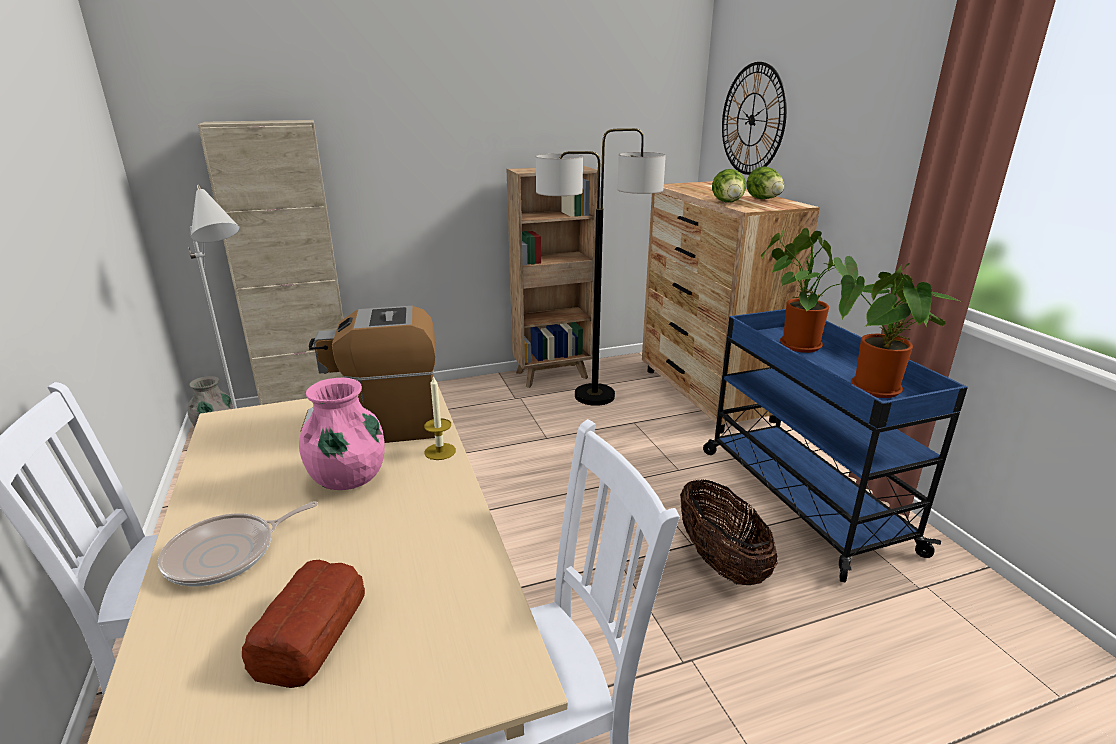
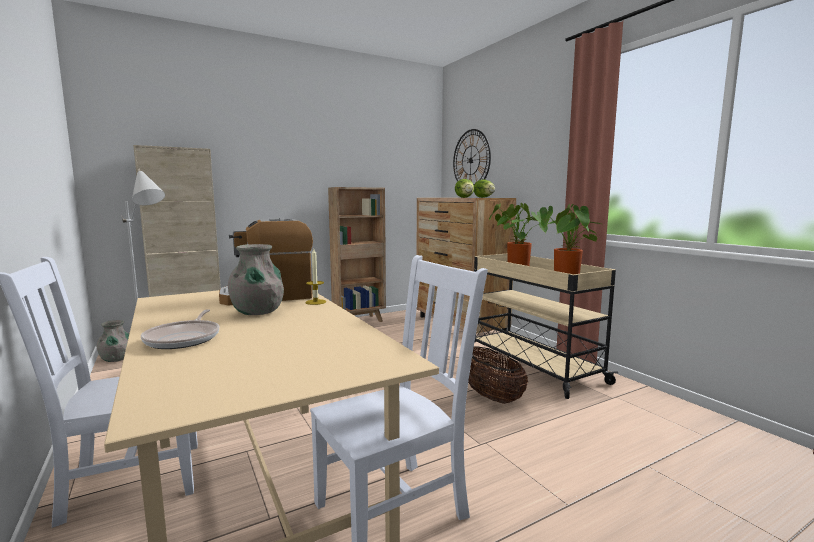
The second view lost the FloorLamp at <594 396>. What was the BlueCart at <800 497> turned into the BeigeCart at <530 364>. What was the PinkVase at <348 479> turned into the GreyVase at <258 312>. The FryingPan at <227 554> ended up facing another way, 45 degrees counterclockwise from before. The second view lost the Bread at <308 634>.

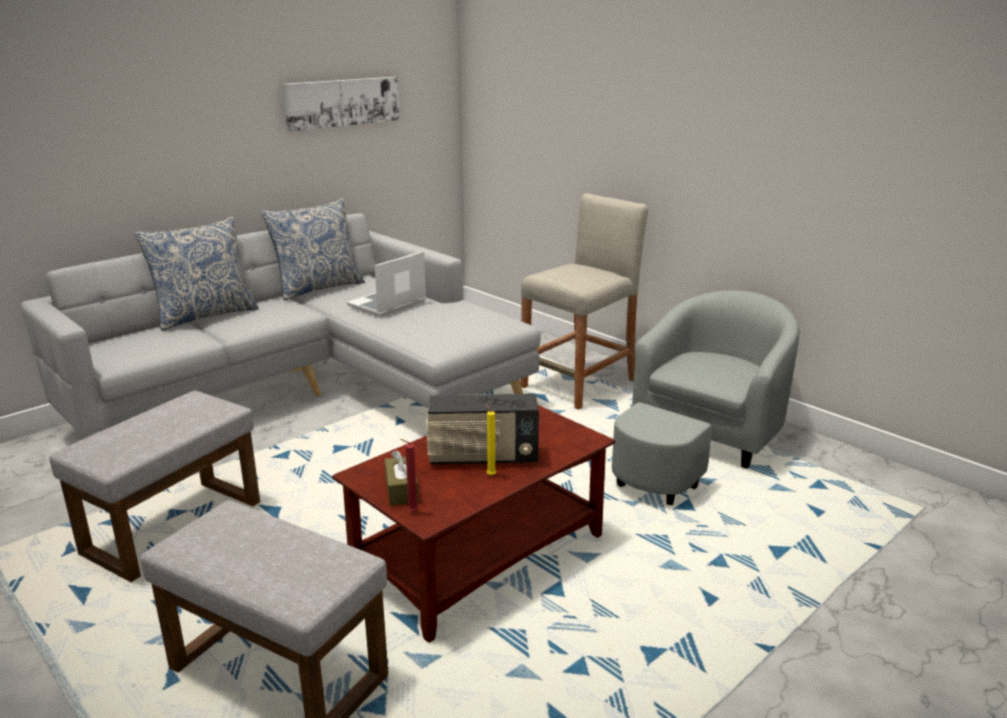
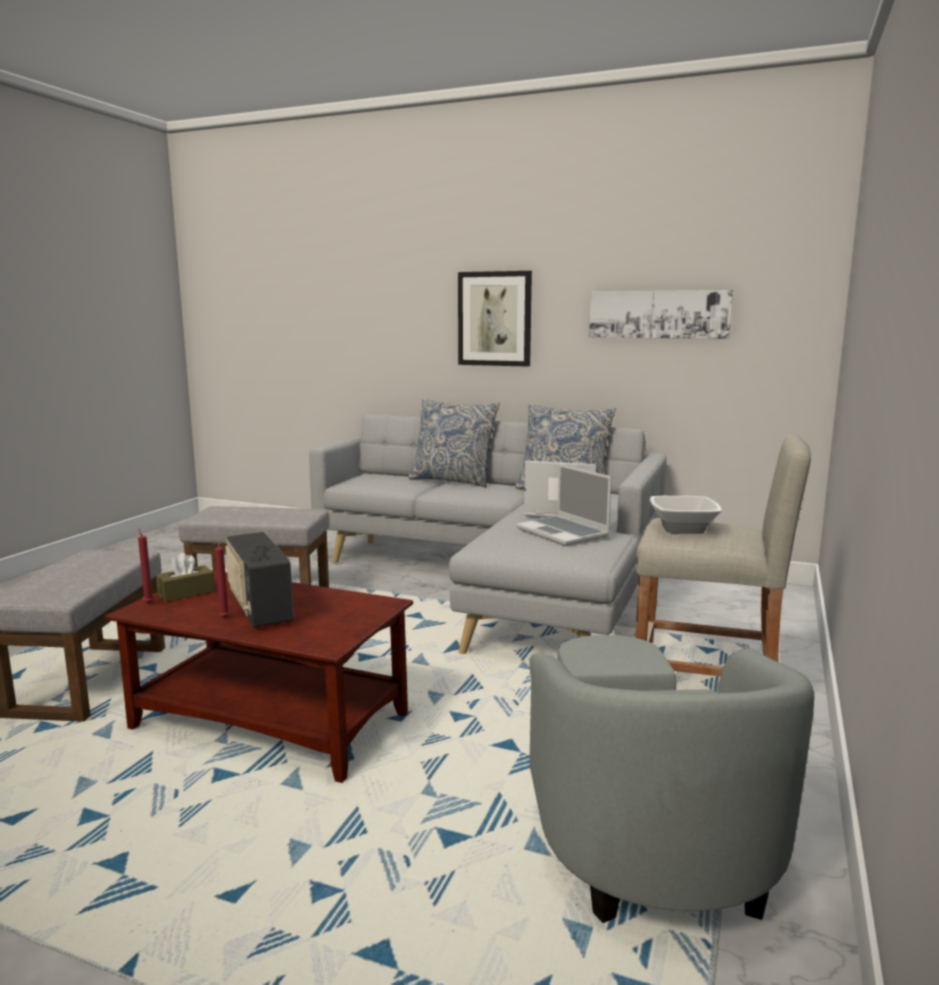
The GreyArmchair at <700 446> ended up facing another way, 75 degrees clockwise from before. What was the YellowCandle at <490 475> turned into the RedCandle at <225 617>. The second view gained the Picture at <495 319>. The second view gained the Laptop at <564 533>. The second view gained the Bowl at <682 528>.

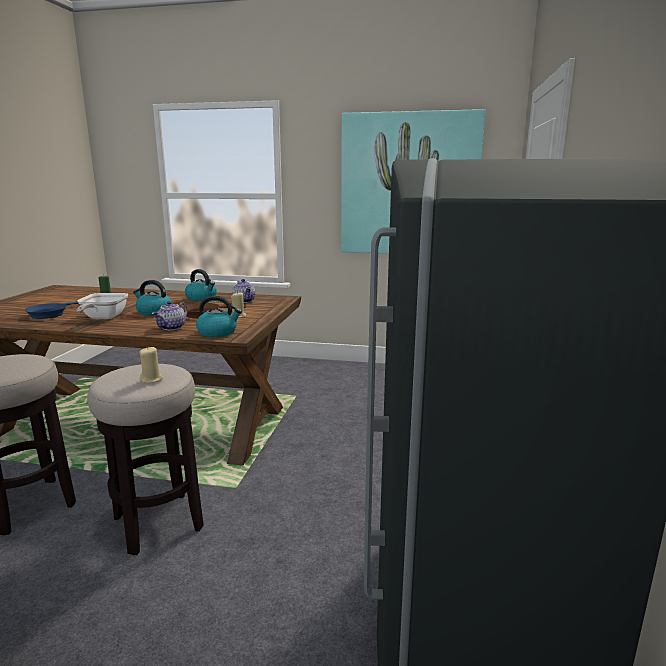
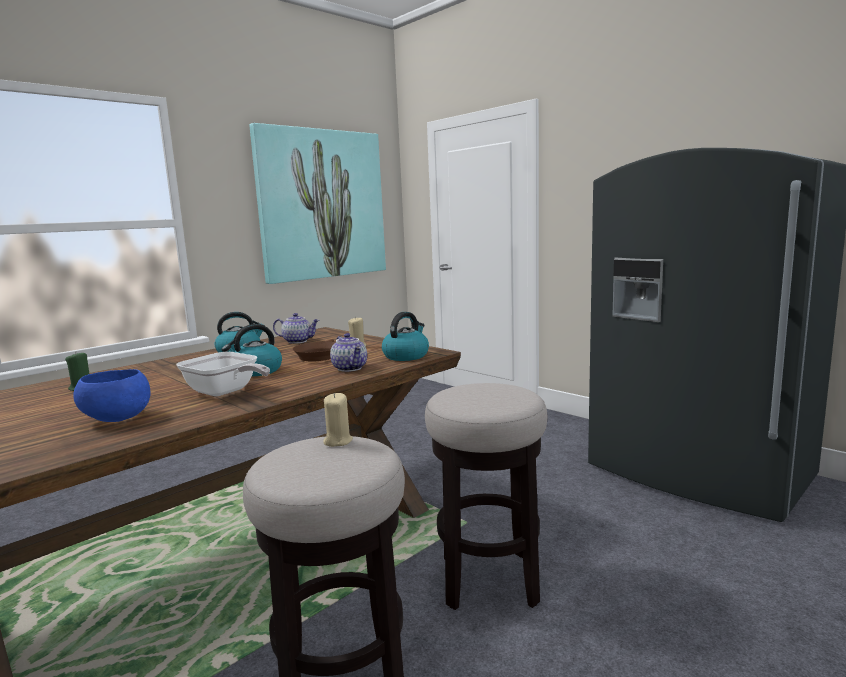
Where the BlueFryingPan stood at <49 314>, the BlueBowl came to stand at <116 419>. The BeigeCandle ended up elsewhere, having gone from <151 379> to <338 441>.

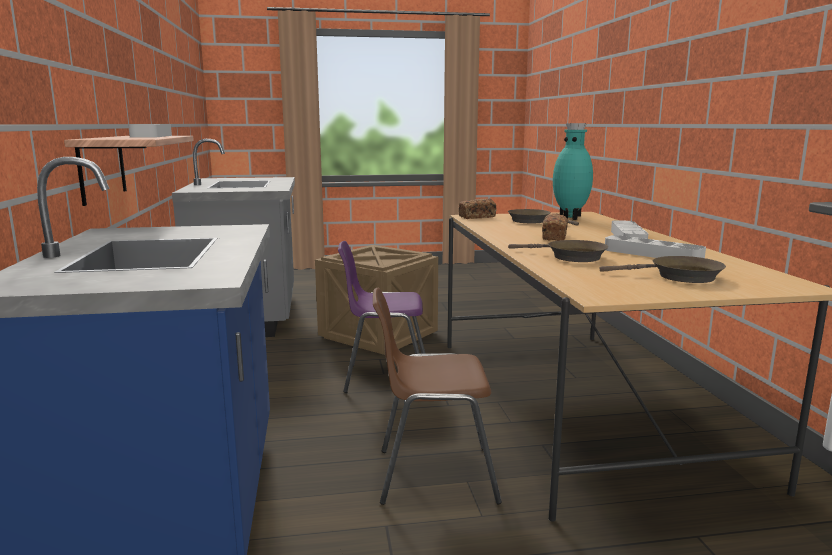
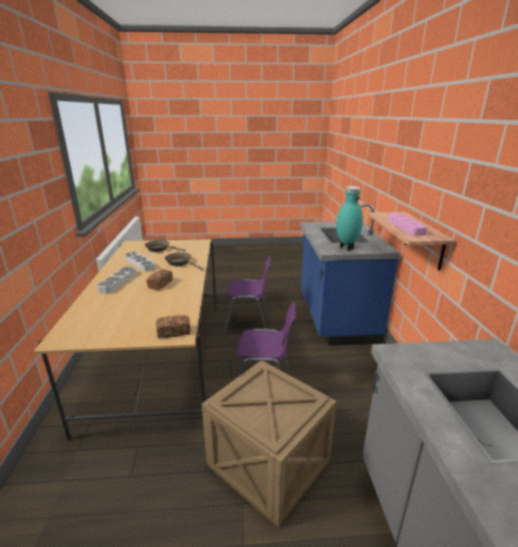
The TurquoiseVase ended up elsewhere, having gone from <571 218> to <346 247>. What was the GreyTray at <152 136> turned into the PinkTray at <405 227>. The second view lost the BrownFryingPan at <532 221>. What was the BrownChair at <433 474> turned into the PurpleChair at <248 324>.

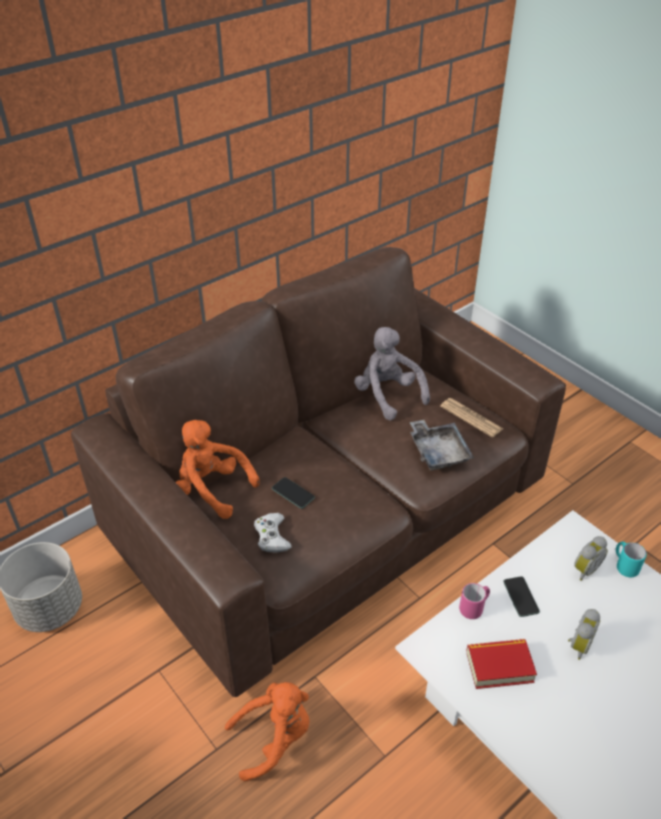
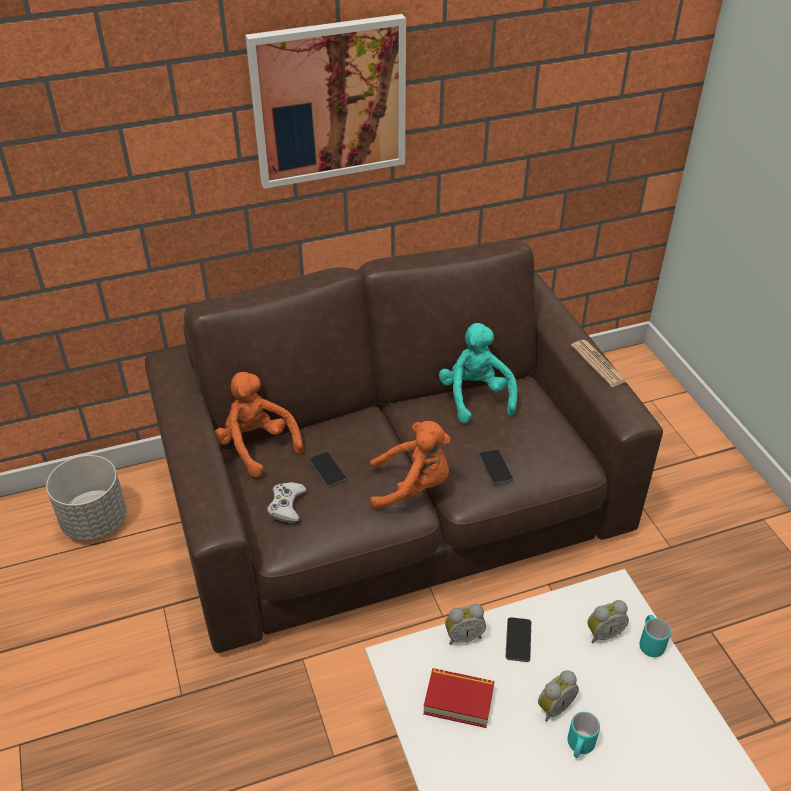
What was the GreyPlushToy at <388 395> turned into the TurquoisePlushToy at <475 397>. The Newspaper ended up elsewhere, having gone from <471 418> to <598 364>. Where the GreyTray stood at <438 451>, the Phone came to stand at <495 467>. Where the PinkMug stood at <474 608>, the AlarmClock came to stand at <463 636>. The OrangePlushToy ended up elsewhere, having gone from <274 738> to <413 487>. The second view gained the Picture at <329 101>. The second view gained the TurquoiseMug at <579 747>.

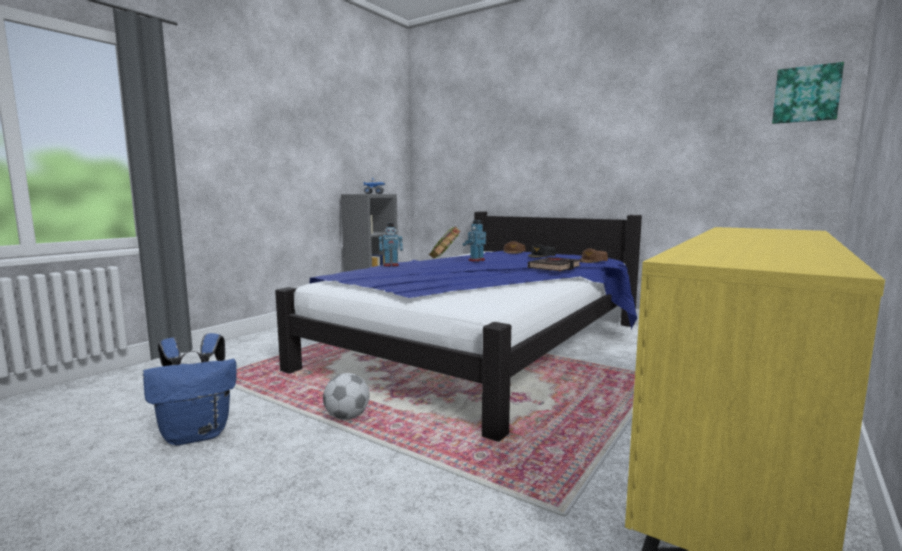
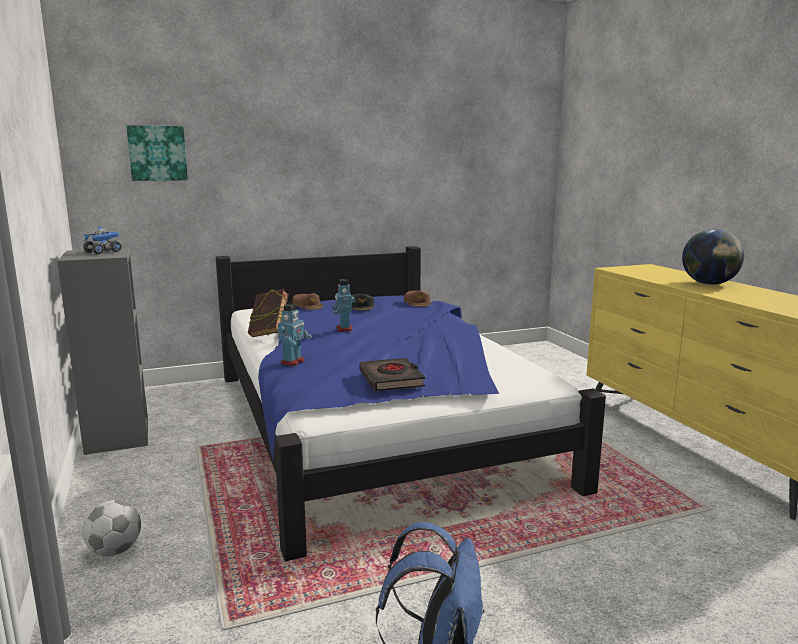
The Picture ended up elsewhere, having gone from <806 94> to <157 153>. The BlackBook ended up elsewhere, having gone from <554 268> to <391 379>. The Football ended up elsewhere, having gone from <346 417> to <114 551>. The second view gained the Globe at <709 284>.

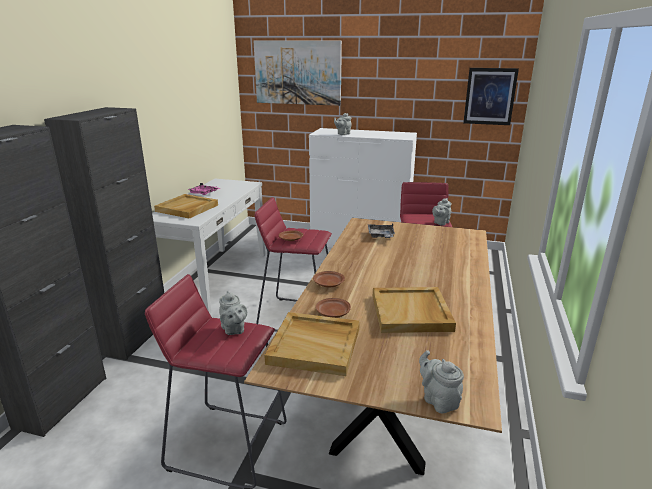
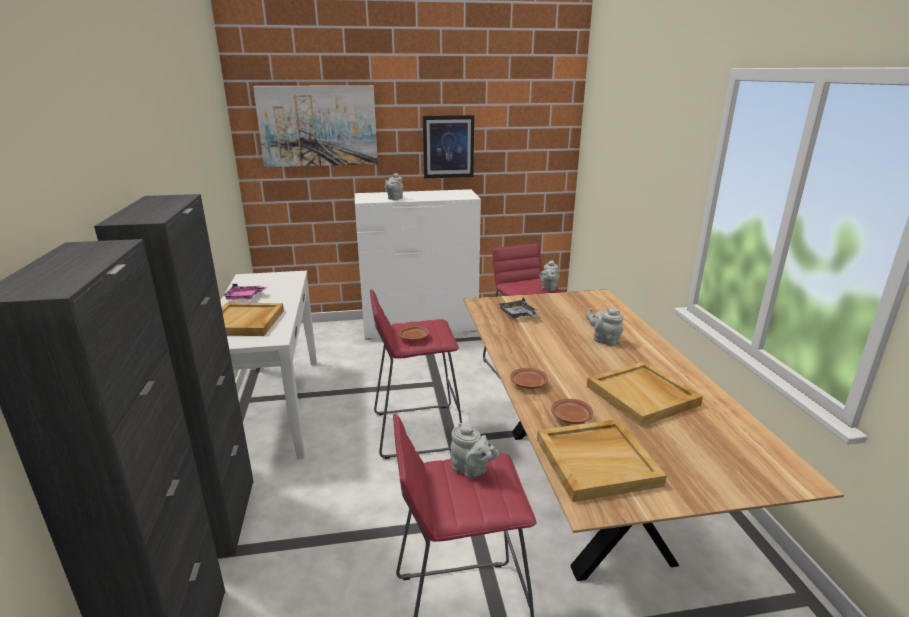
The Picture ended up elsewhere, having gone from <490 96> to <448 147>. The GreyTeapot ended up elsewhere, having gone from <438 400> to <604 340>.

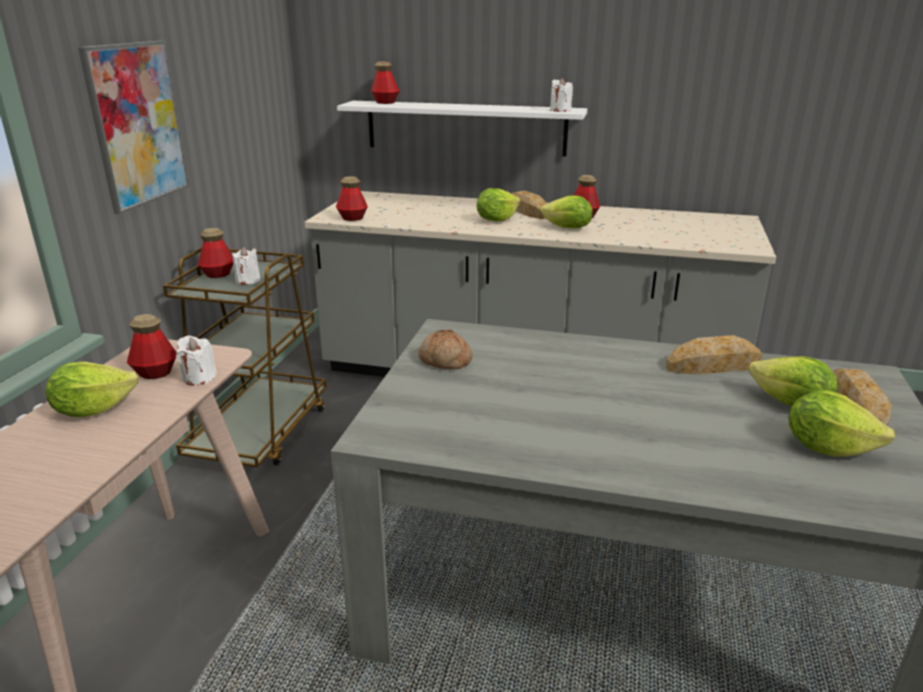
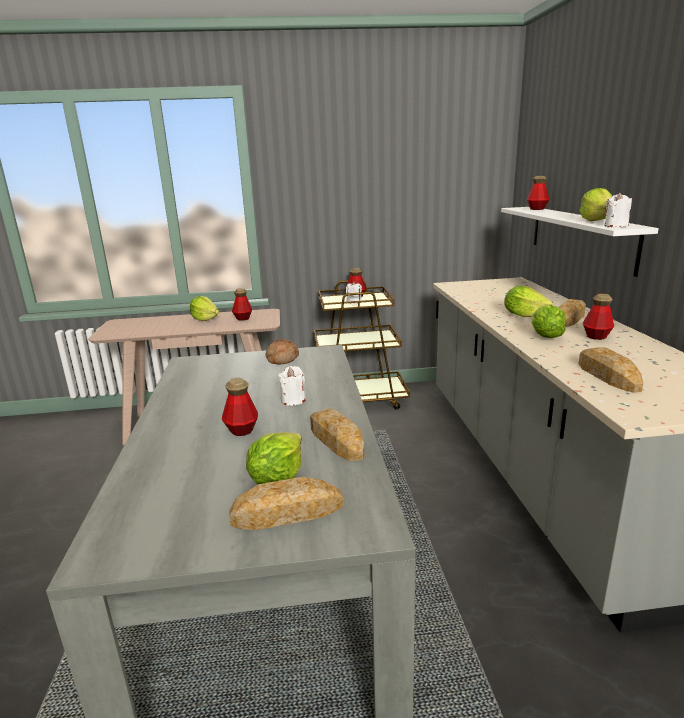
The second view lost the Picture at <137 125>. The Bottle ended up elsewhere, having gone from <352 218> to <241 430>. The WhiteCandle ended up elsewhere, having gone from <199 378> to <293 400>. The Lettuce ended up elsewhere, having gone from <827 447> to <596 220>. The second view gained the Bread at <607 375>.

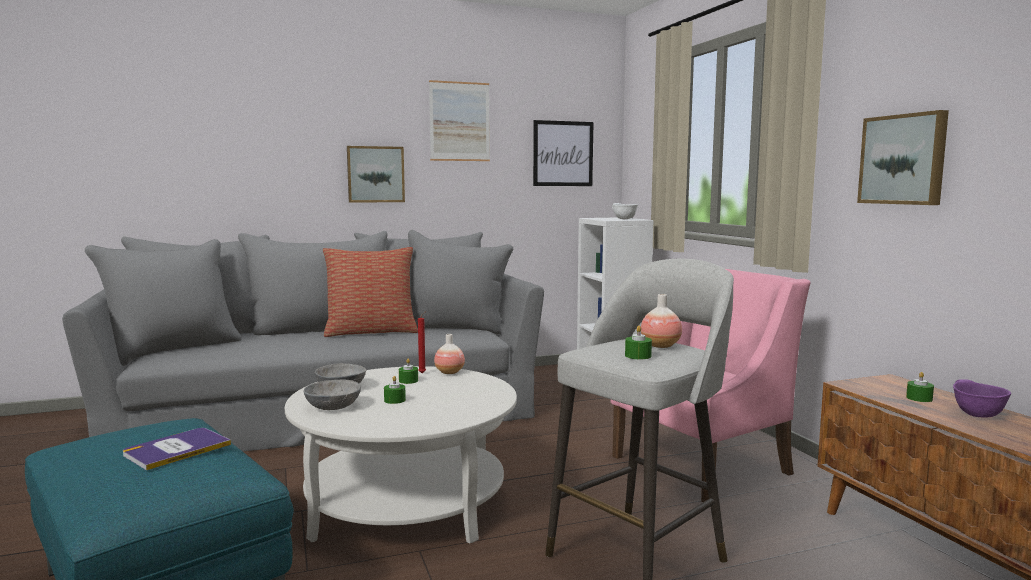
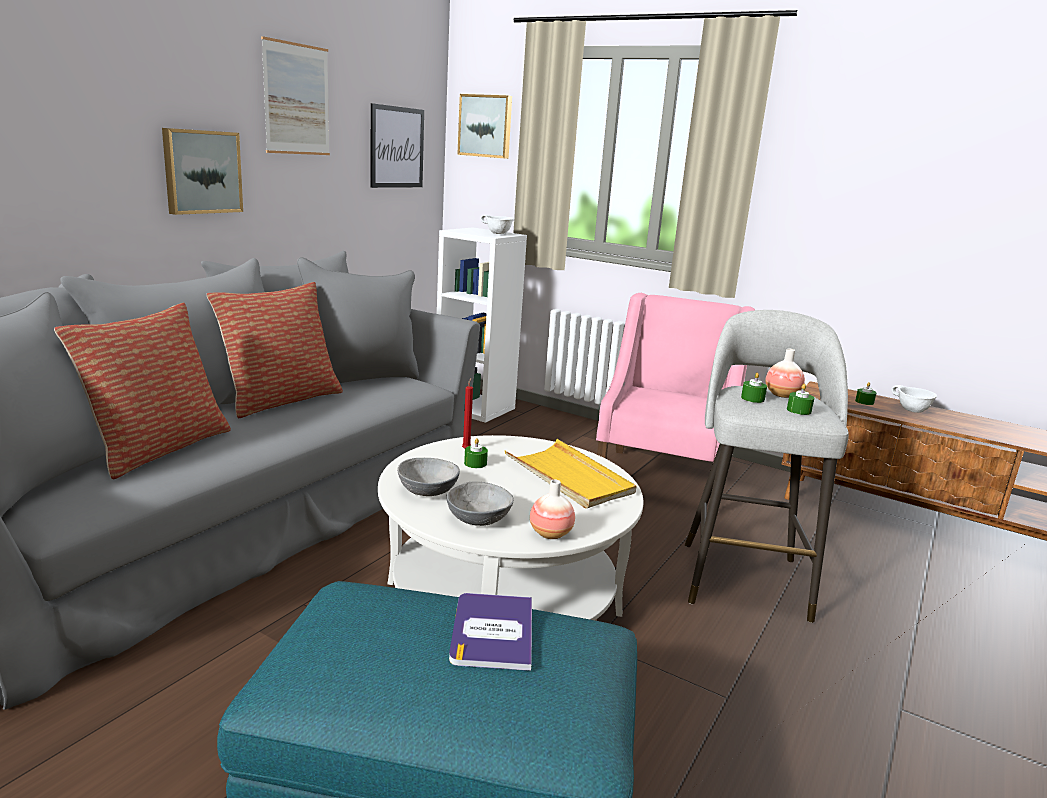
The Picture ended up elsewhere, having gone from <904 159> to <486 126>. The Vase ended up elsewhere, having gone from <449 372> to <550 534>. The GreenCandle ended up elsewhere, having gone from <394 400> to <752 398>. What was the PurpleBowl at <976 415> turned into the WhiteBowl at <911 410>. The second view gained the Pillow at <158 448>. The second view gained the YellowTray at <569 477>.

